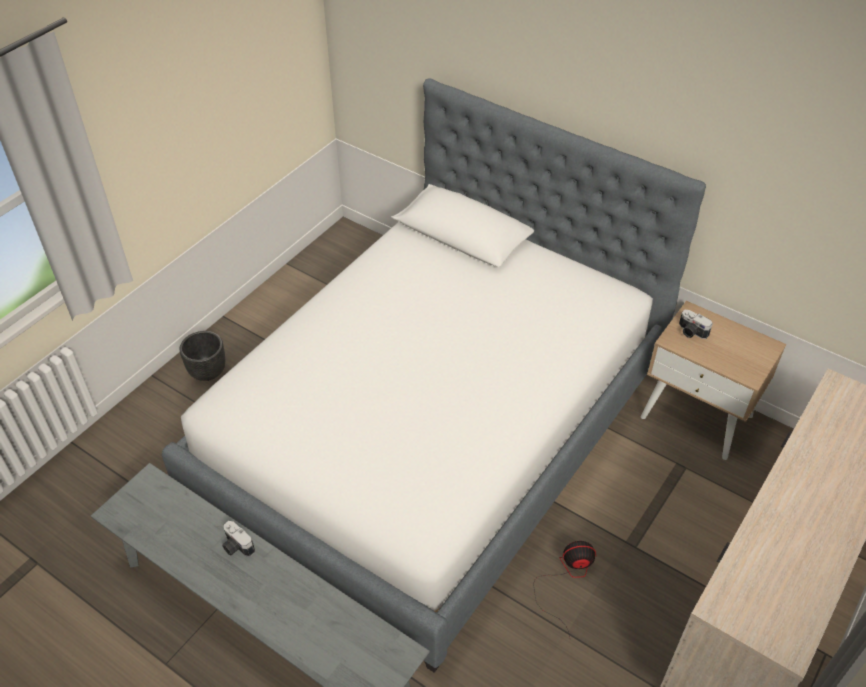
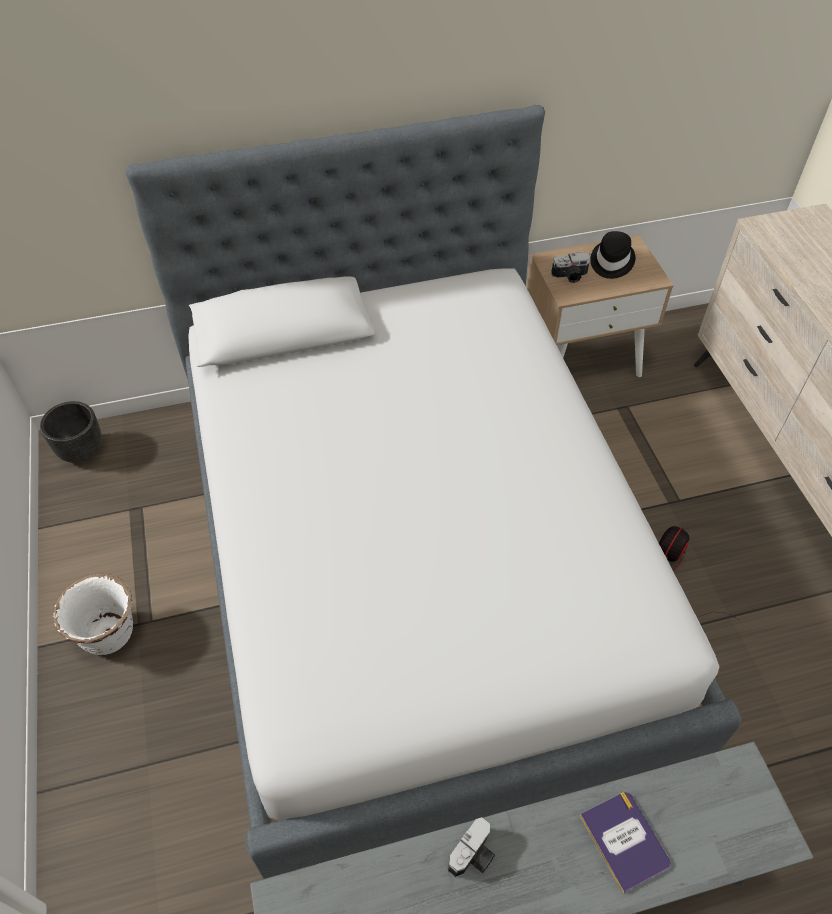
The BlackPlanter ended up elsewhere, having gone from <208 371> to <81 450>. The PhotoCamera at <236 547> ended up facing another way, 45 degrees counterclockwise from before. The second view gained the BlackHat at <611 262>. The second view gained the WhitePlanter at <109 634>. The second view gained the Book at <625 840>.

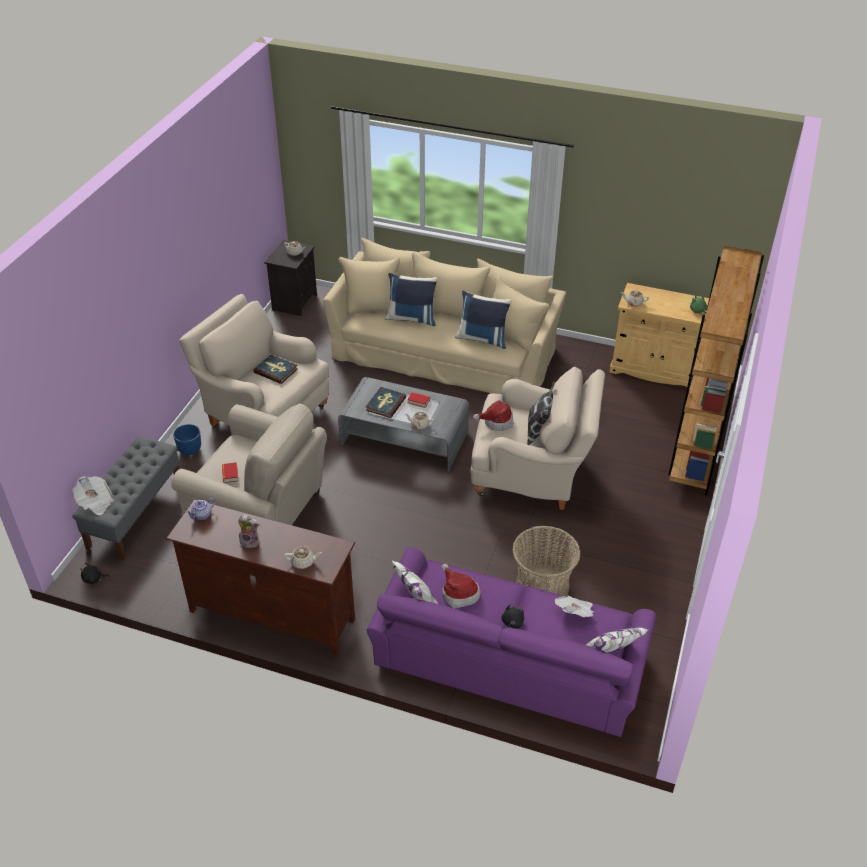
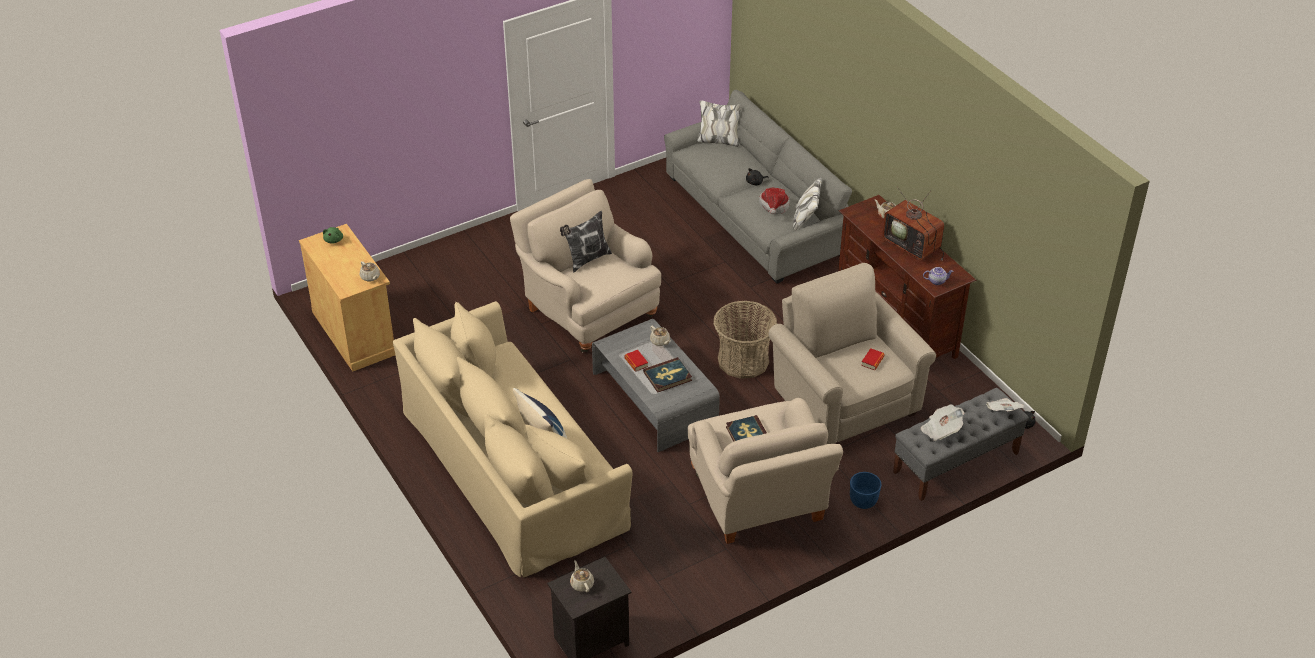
The second view lost the BrownBookcase at <696 447>. The second view lost the BluePillow at <482 338>. The second view lost the Hat at <496 422>. Where the PlushToy stood at <251 542>, the Television came to stand at <913 245>. The Basket ended up elsewhere, having gone from <542 587> to <743 360>. What was the PurpleSofa at <509 659> turned into the GreySofa at <756 215>. The Newspaper ended up elsewhere, having gone from <575 613> to <941 430>.

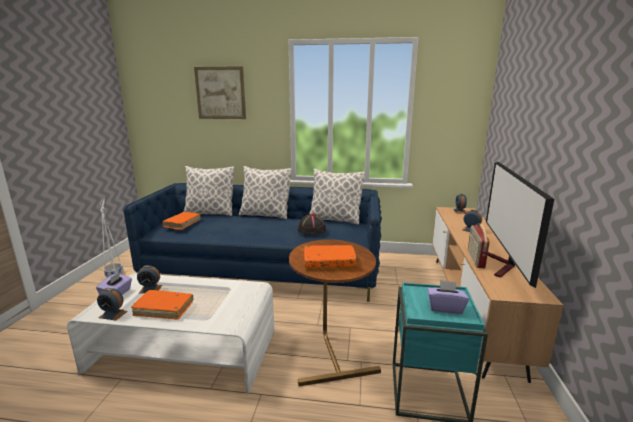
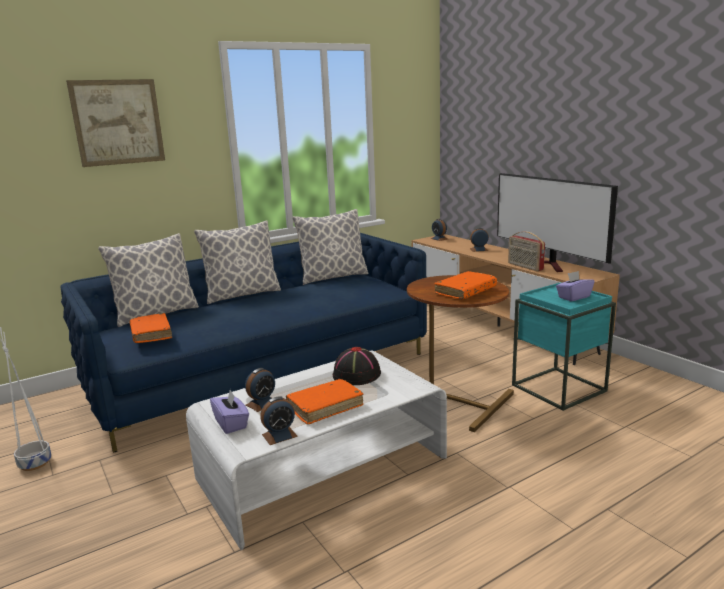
The BlackHat ended up elsewhere, having gone from <311 230> to <356 375>.

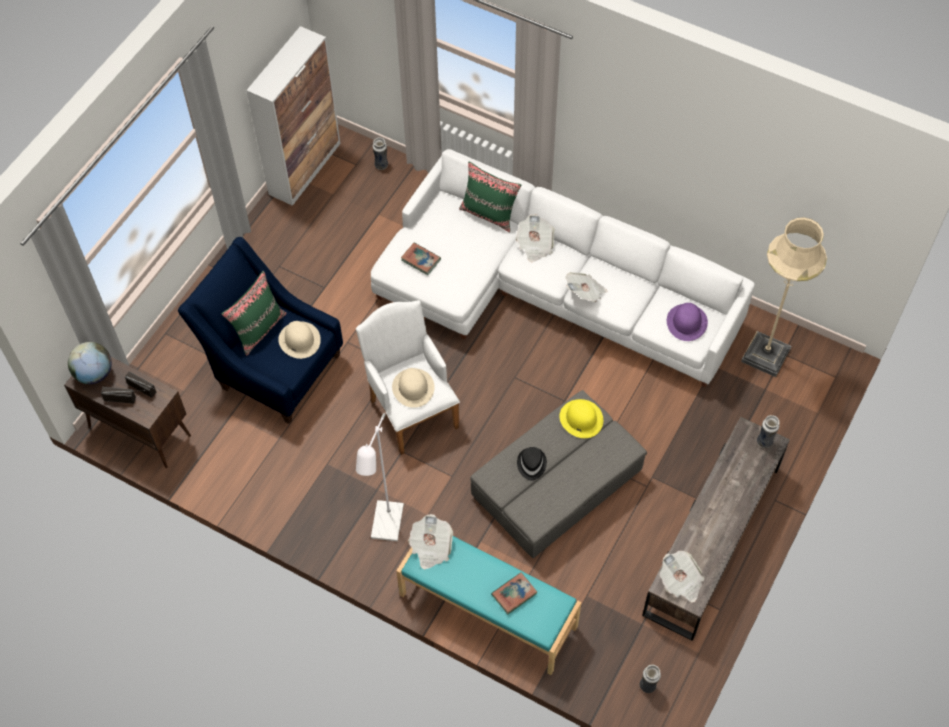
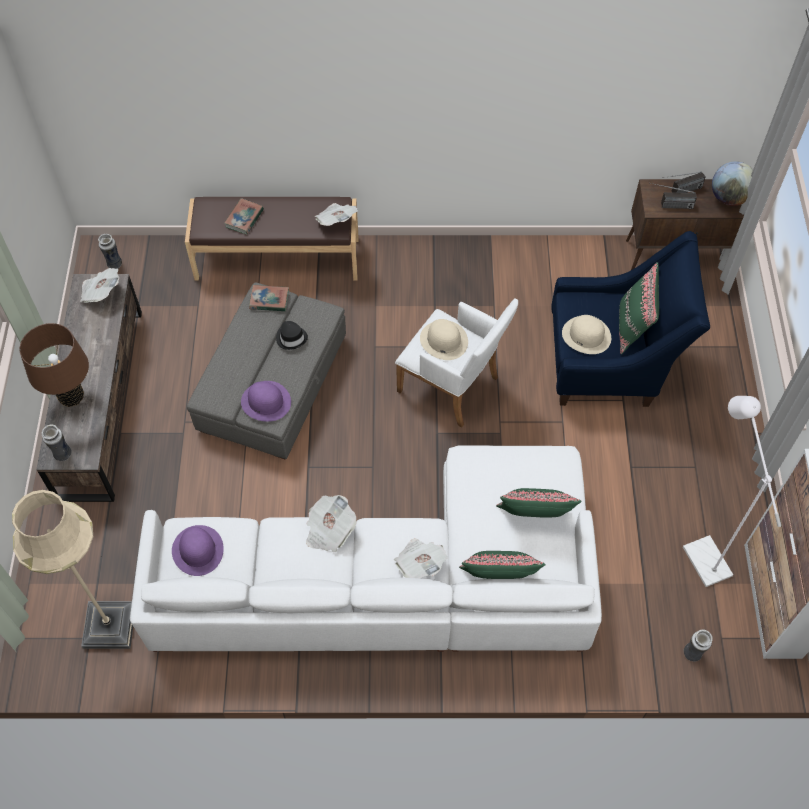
The Book ended up elsewhere, having gone from <421 260> to <269 300>. What was the YellowHat at <581 418> turned into the PurpleHat at <266 401>. The WhiteFloorLamp ended up elsewhere, having gone from <386 529> to <702 553>. What was the TurquoiseBench at <487 611> turned into the BrownBench at <277 258>. The second view gained the BrownTableLamp at <71 396>. The second view gained the GreenPillow at <533 518>.

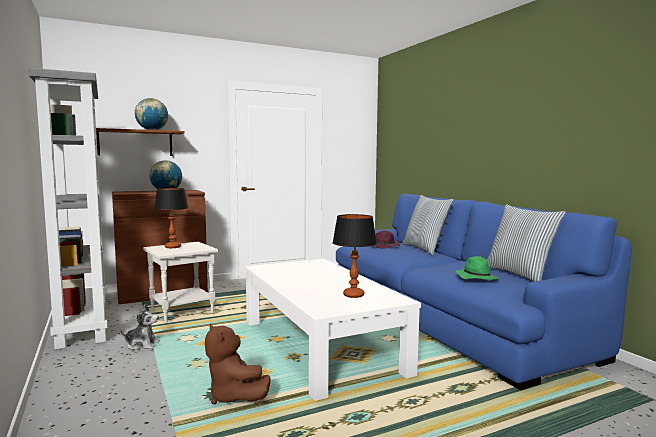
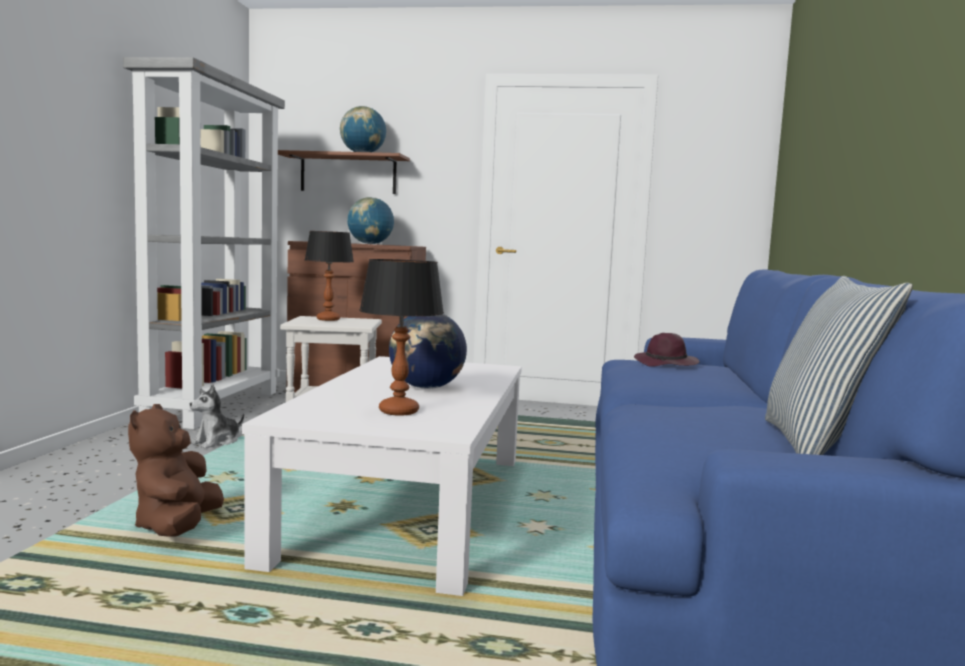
The second view lost the Pillow at <425 249>. The second view lost the GreenHat at <475 278>. The PlushToy at <142 345> ended up facing another way, 90 degrees clockwise from before. The second view gained the Globe at <426 388>.

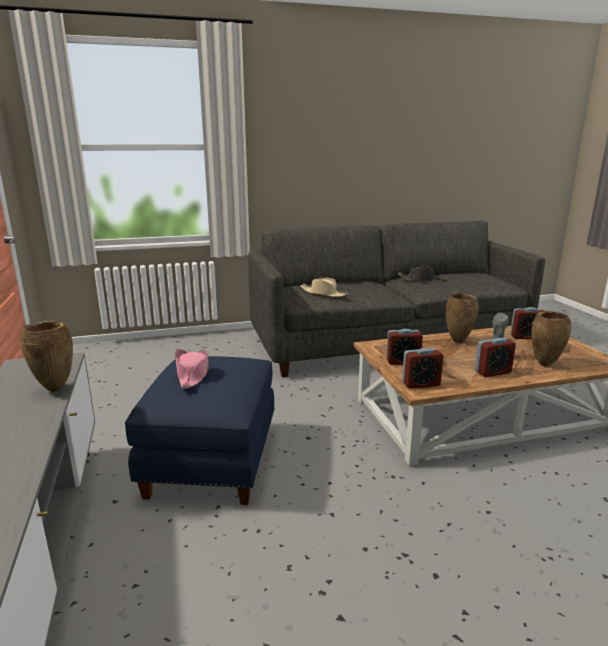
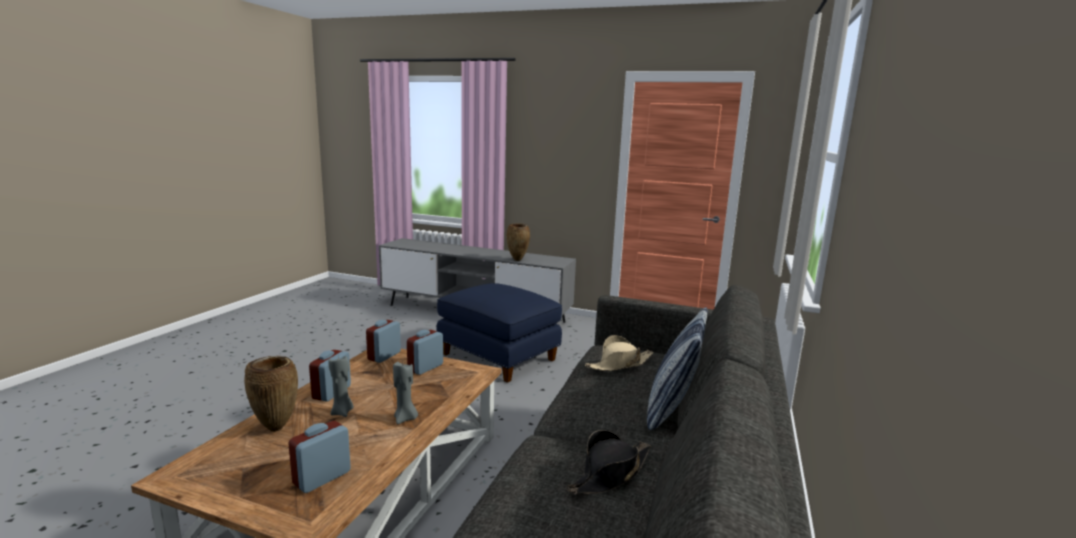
Where the BrownVase stood at <458 341>, the GreyCandle came to stand at <405 419>. The second view lost the PinkHat at <192 374>. The second view gained the Pillow at <672 409>.

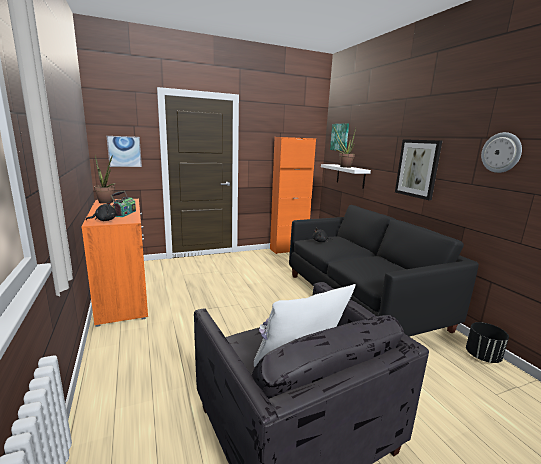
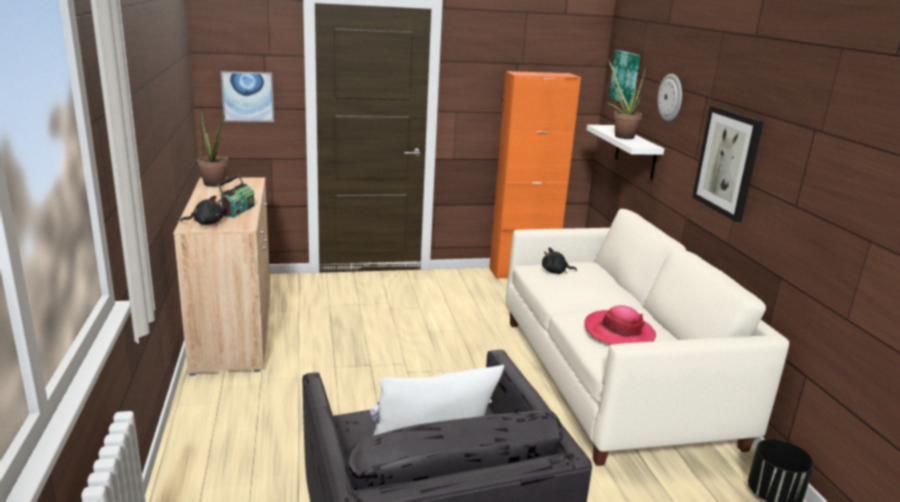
The WallClock ended up elsewhere, having gone from <501 152> to <671 97>. What was the OrangeCabinet at <124 295> turned into the BeigeCabinet at <234 330>. What was the BlackSofa at <361 300> turned into the WhiteSofa at <612 379>. The second view gained the Hat at <619 332>.

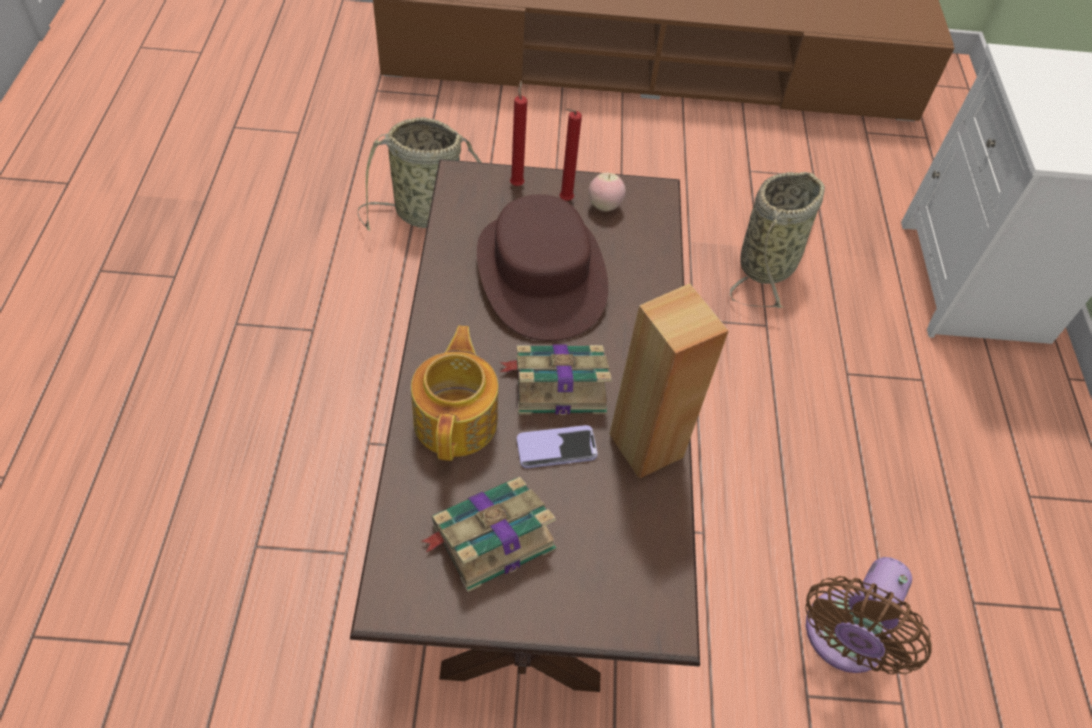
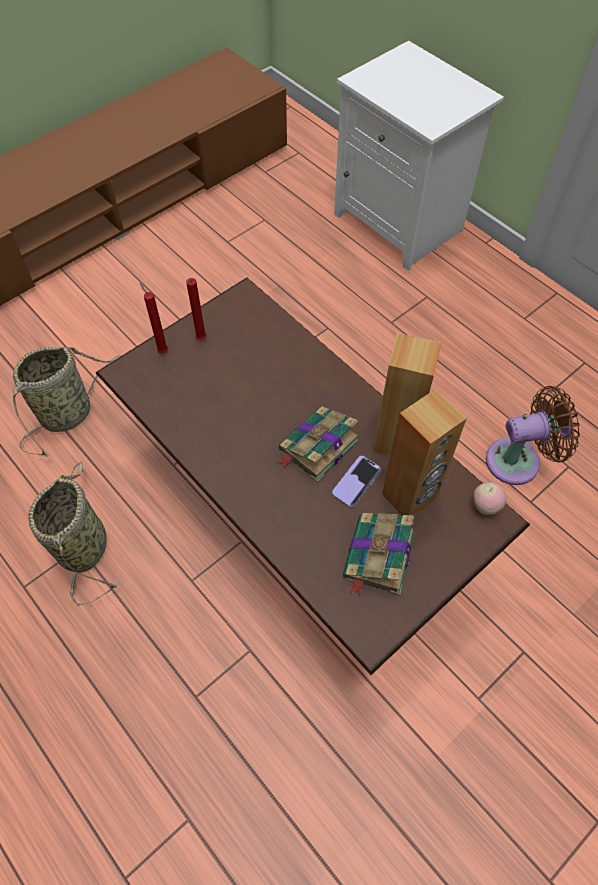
The Basket ended up elsewhere, having gone from <769 263> to <83 543>. The Apple ended up elsewhere, having gone from <604 206> to <485 506>. The second view lost the BrownHat at <540 274>. The second view lost the Teapot at <457 419>. The BrownFan at <842 639> ended up facing another way, 90 degrees counterclockwise from before. The second view gained the BrownSpeaker at <410 496>.

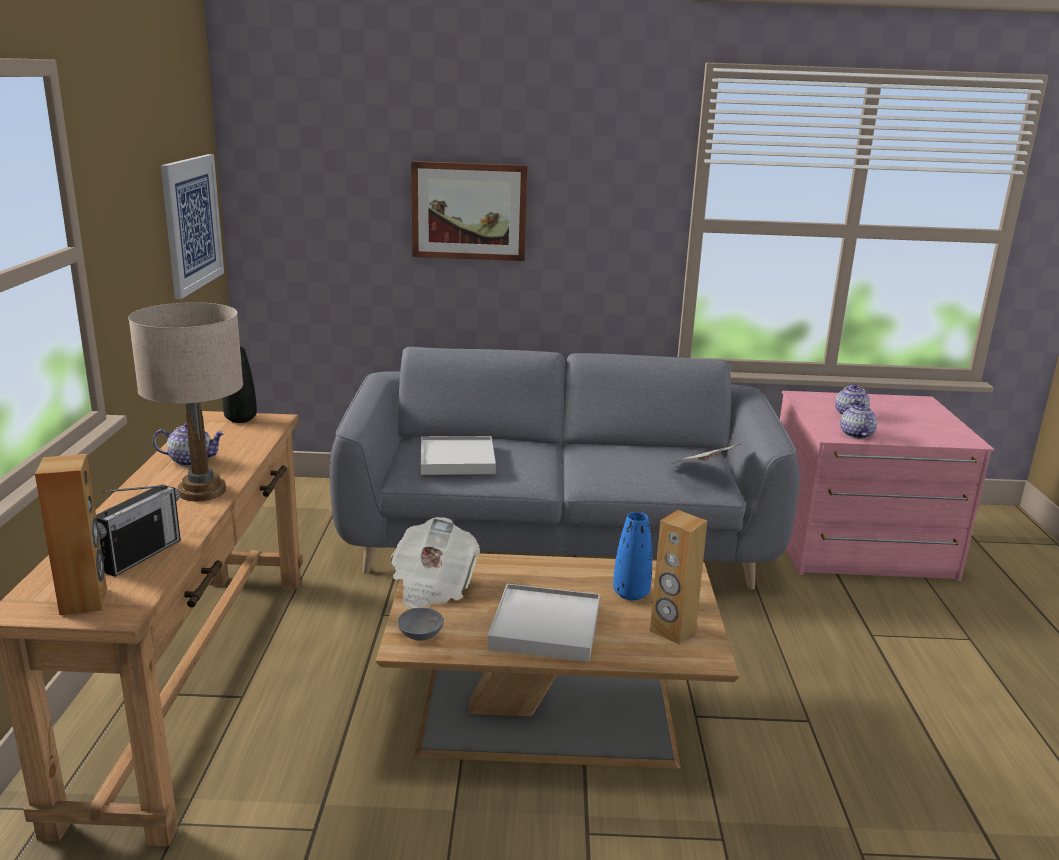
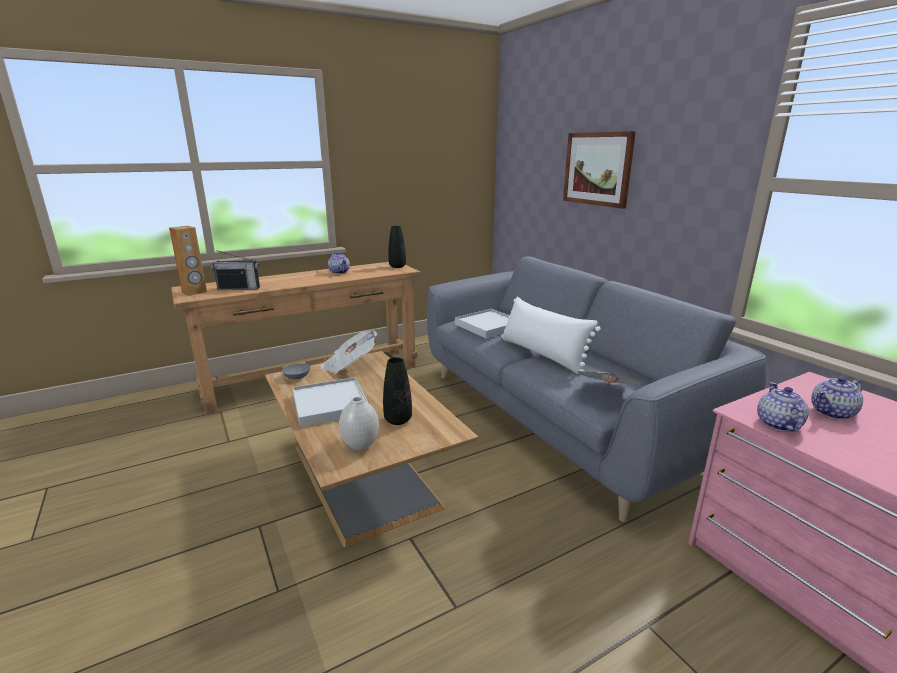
The second view lost the Picture at <192 223>. The second view lost the BeigeTableLamp at <202 491>. The Teapot at <855 434> ended up facing another way, 45 degrees counterclockwise from before. Where the BrownSpeaker stood at <672 631>, the WhiteVase came to stand at <361 446>. What was the BlueVase at <631 594> turned into the BlackVase at <398 420>. The second view gained the WhitePillow at <542 354>.

